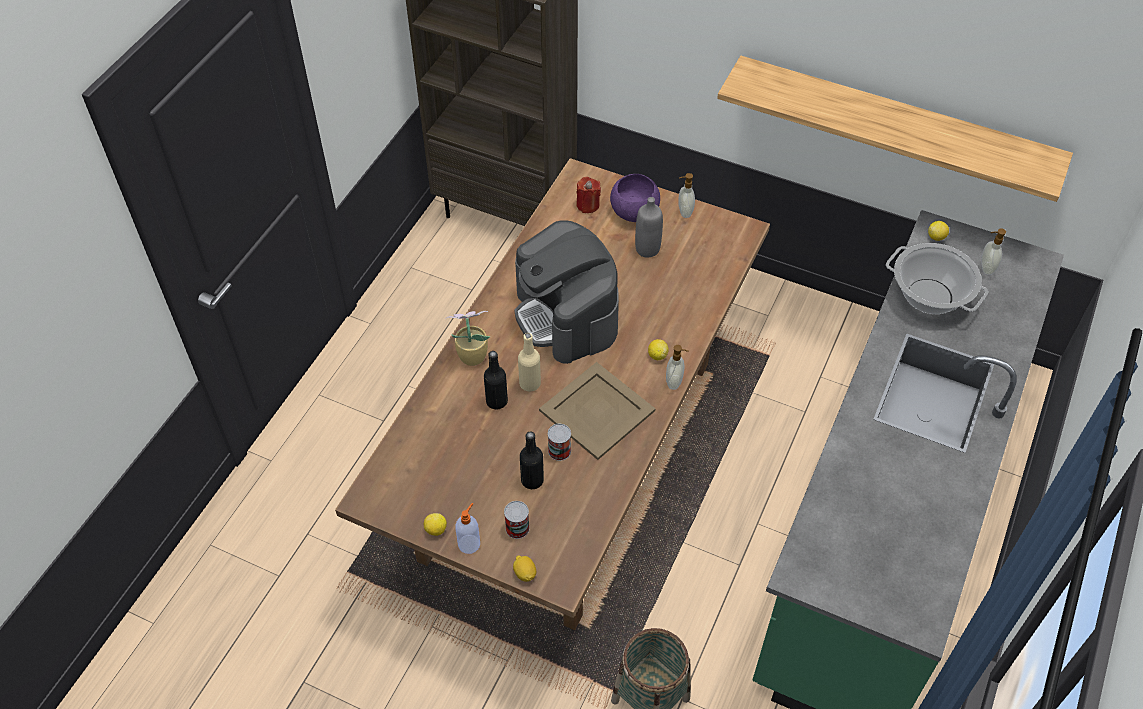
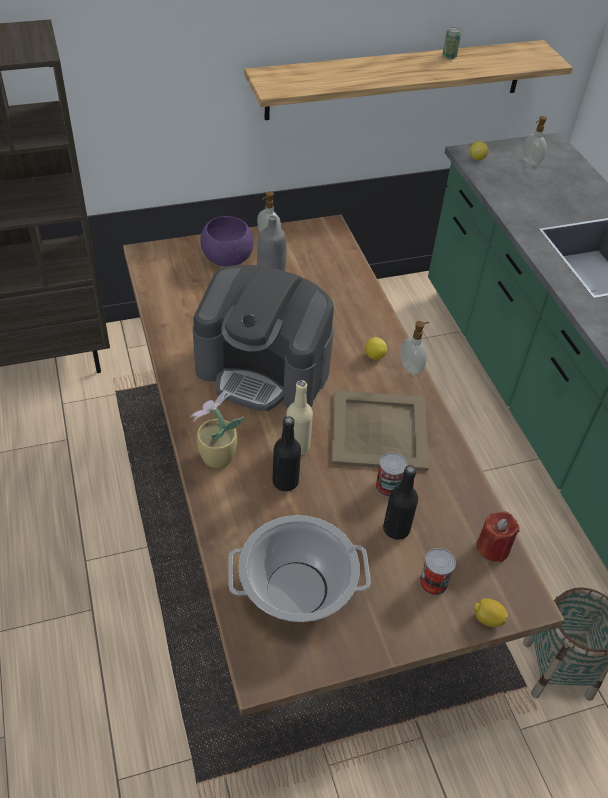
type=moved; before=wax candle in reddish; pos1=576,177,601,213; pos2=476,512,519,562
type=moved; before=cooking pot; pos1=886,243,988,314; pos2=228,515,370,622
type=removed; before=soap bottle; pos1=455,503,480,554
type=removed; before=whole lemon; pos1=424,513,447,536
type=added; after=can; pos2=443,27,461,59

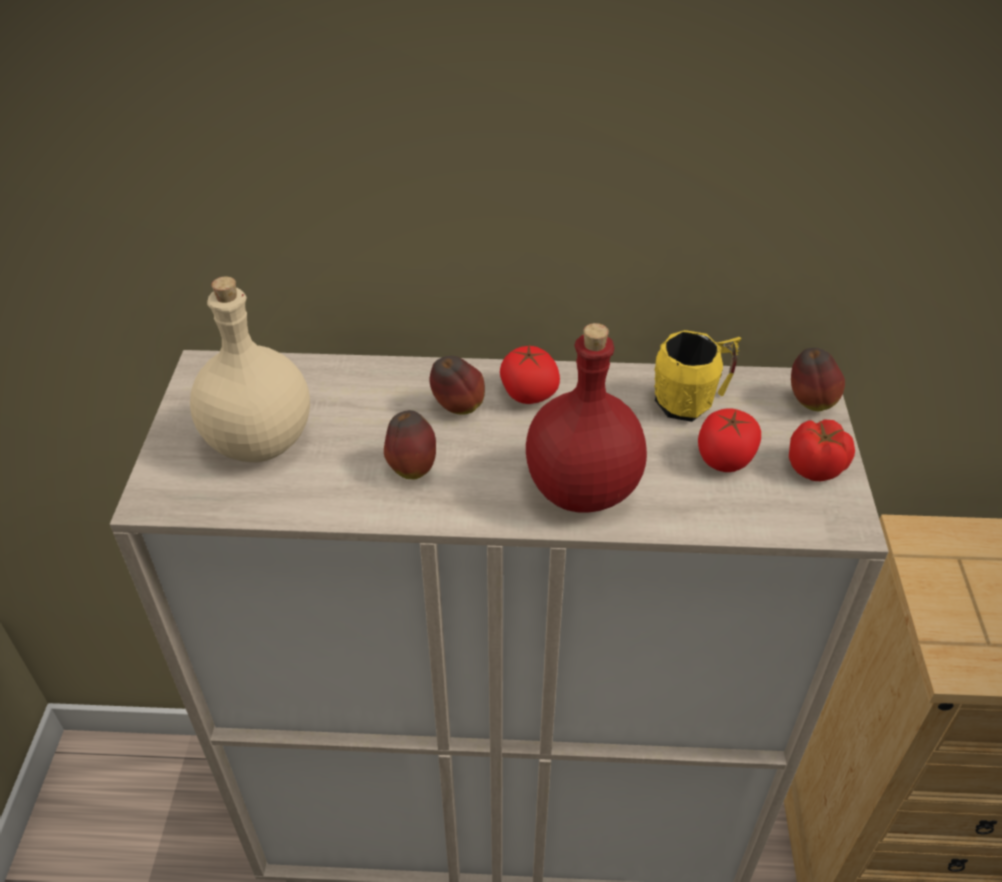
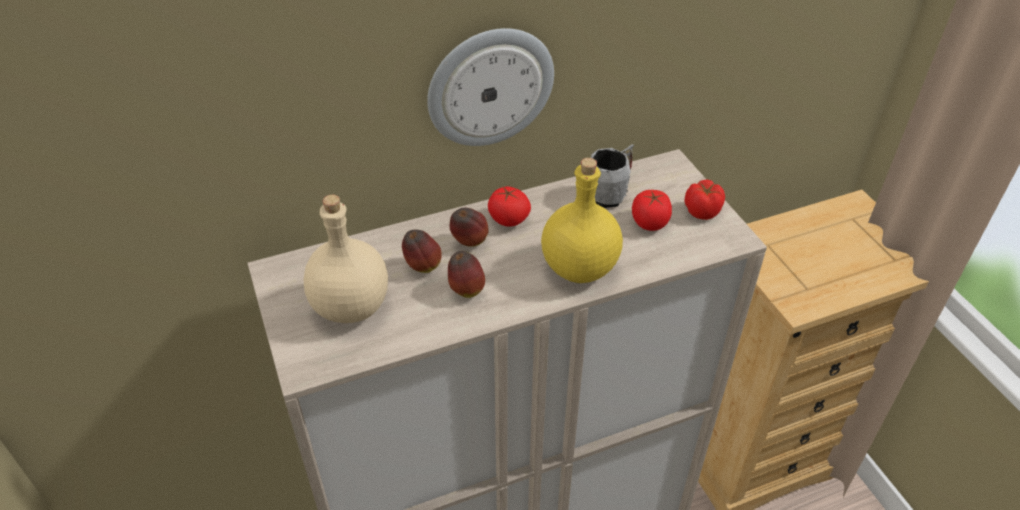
type=recoloured; before=bottle in reddish; after=bottle in yellow-coloured; pos1=526,323,647,513; pos2=541,158,623,283
type=recoloured; before=coffee mug in yellow-coloured; after=coffee mug in greyish; pos1=654,330,742,422; pos2=590,144,634,208
type=moved; before=apple; pos1=791,348,845,411; pos2=402,230,442,273
type=added; after=wall clock; pos2=427,28,554,146

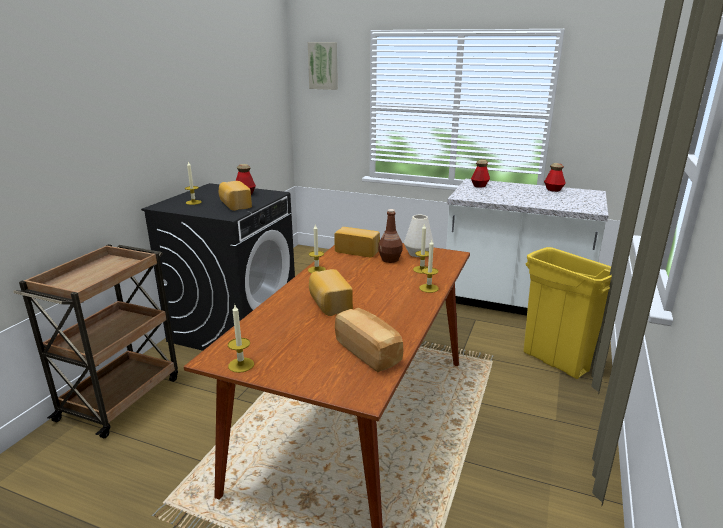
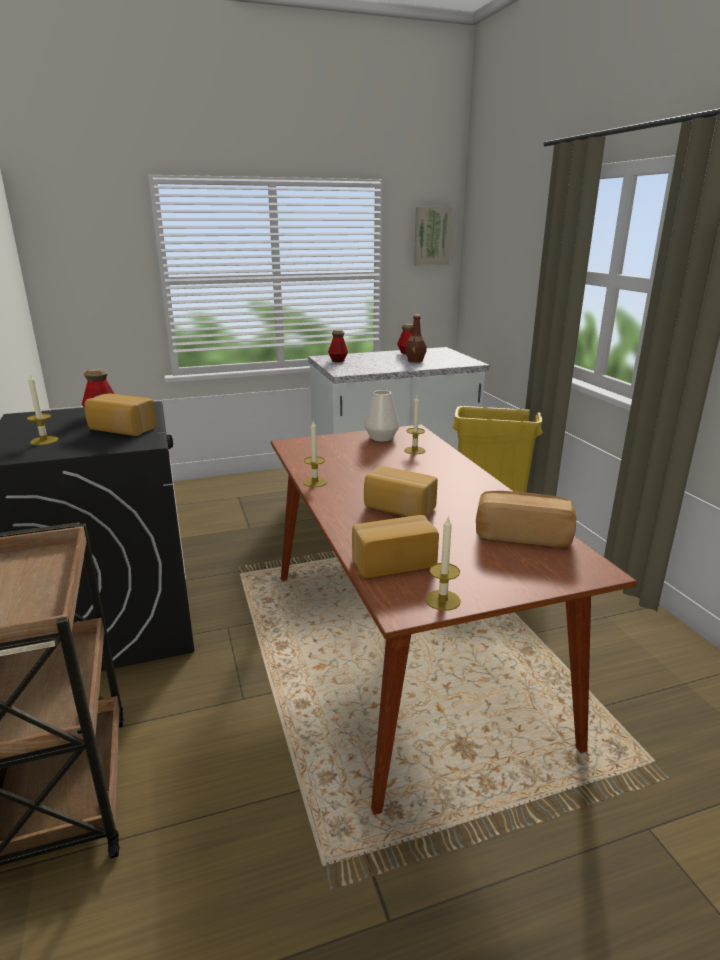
type=moved; before=wall art; pos1=308,42,338,90; pos2=414,207,452,265
type=moved; before=bottle in brownish; pos1=378,209,403,263; pos2=405,314,426,363
type=moved; before=bread; pos1=334,227,380,257; pos2=352,515,439,578
type=removed; before=wax candle; pos1=419,240,439,293

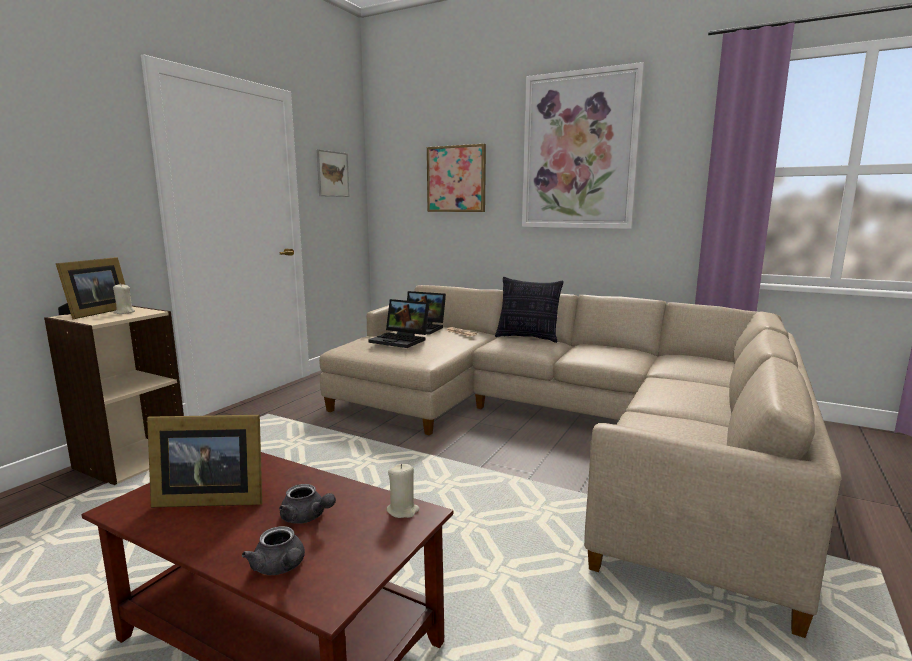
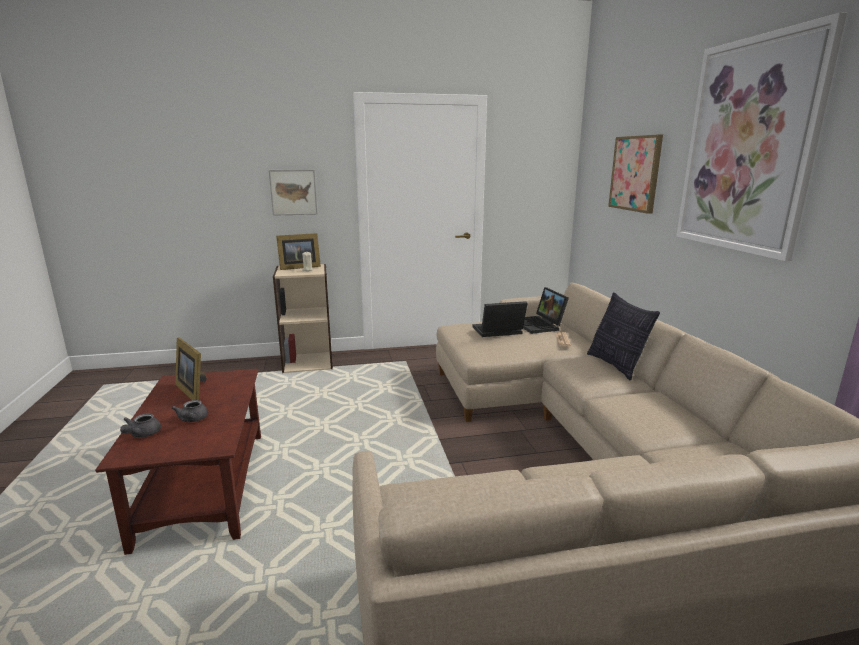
type=moved; before=wall art; pos1=316,149,349,197; pos2=269,170,318,216
type=turned; before=laptop; pos1=368,299,429,348; pos2=472,301,528,337; turn=90
type=removed; before=wax candle in sand-coloured; pos1=386,464,420,518

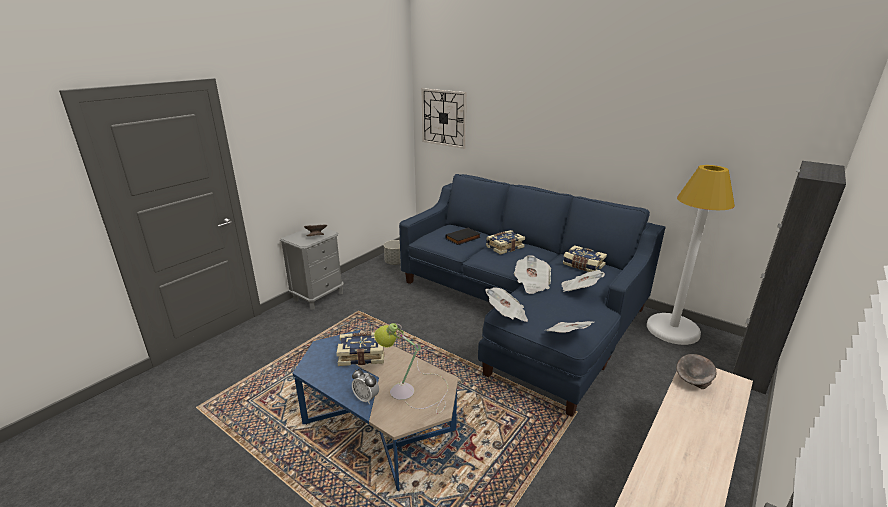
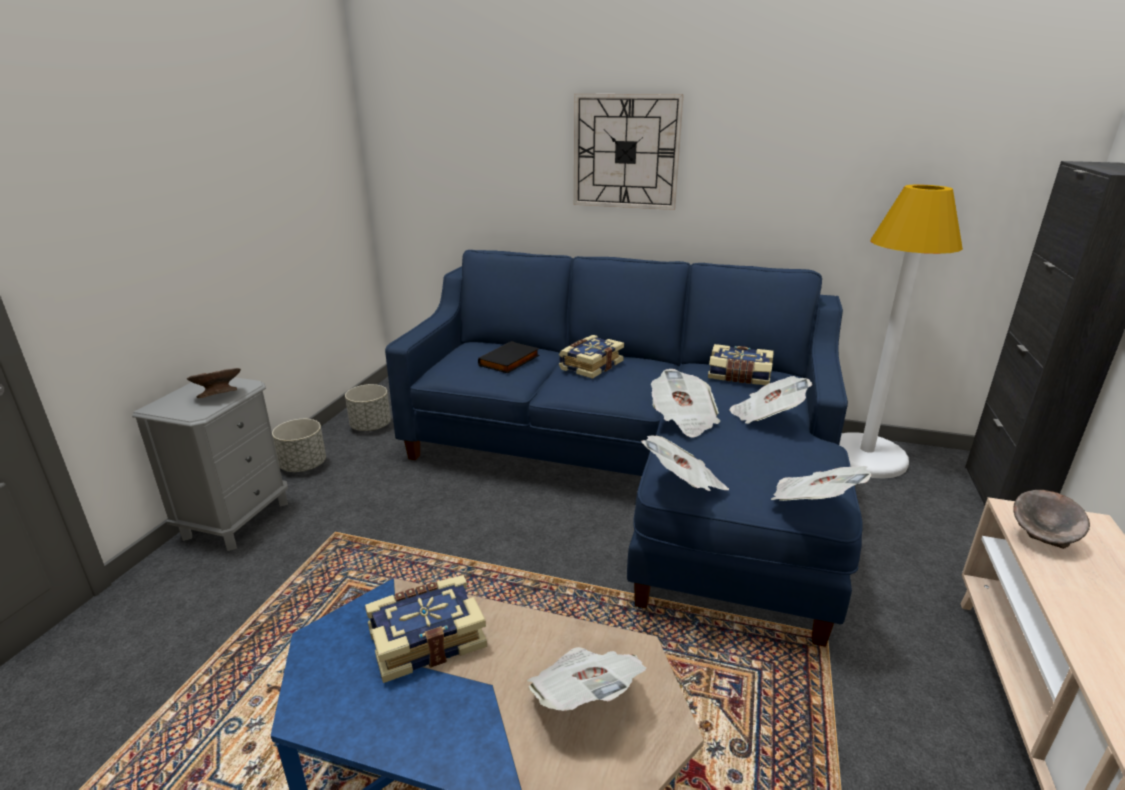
type=moved; before=wall clock; pos1=422,88,467,149; pos2=574,94,684,210
type=replaced; before=lamp for a table; after=printed paper; pos1=374,323,448,414; pos2=527,647,646,711
type=removed; before=bedside clock; pos1=352,368,379,404
type=added; after=plant pot in greyish; pos2=272,419,326,472

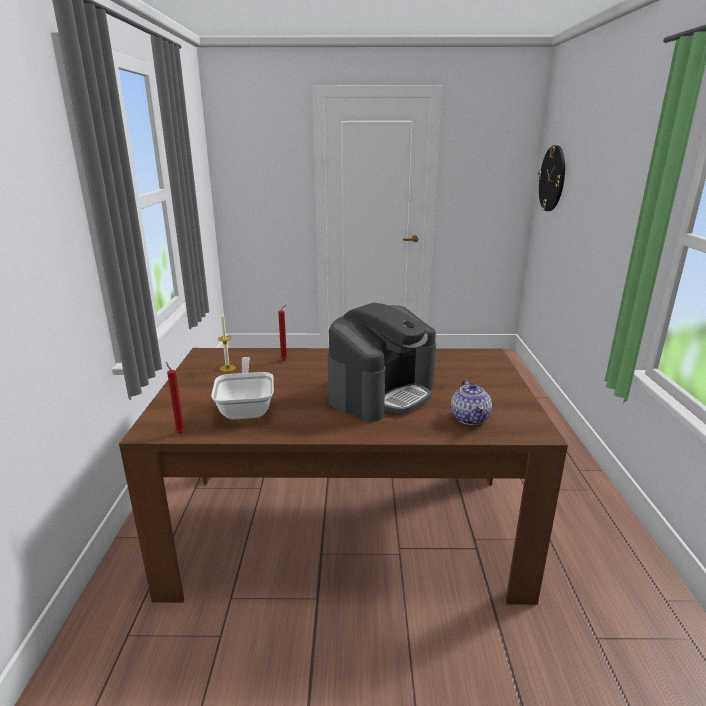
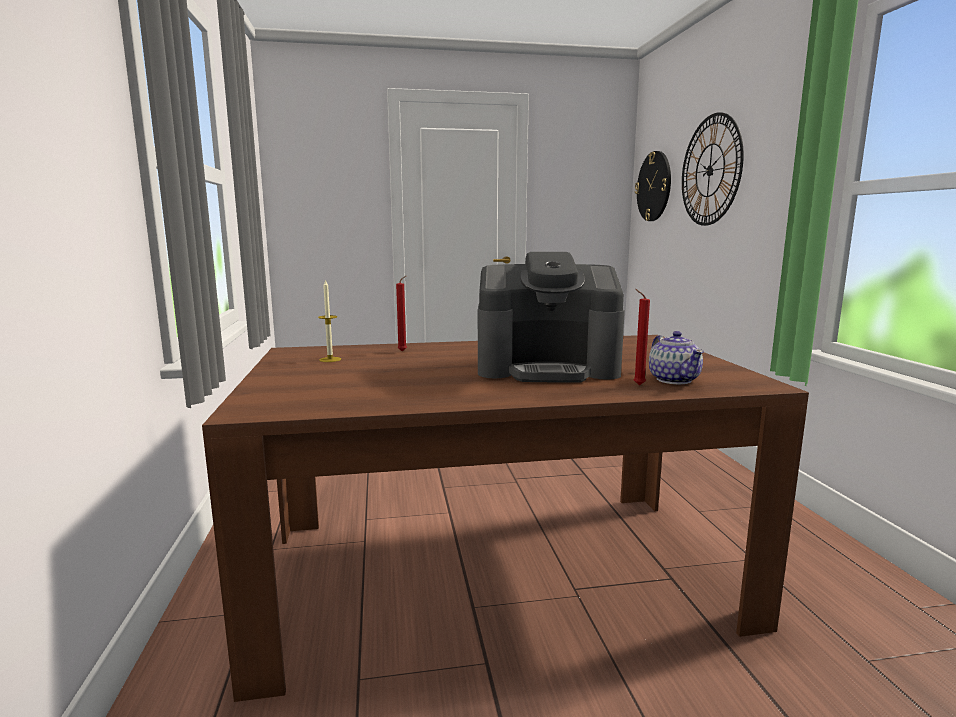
type=turned; before=coffee maker; pos1=328,303,436,422; pos2=478,252,625,383; turn=60
type=removed; before=skillet; pos1=211,357,274,420
type=moved; before=wax candle in reddish; pos1=166,362,185,433; pos2=634,289,650,385
type=added; after=wall clock; pos2=682,112,744,226

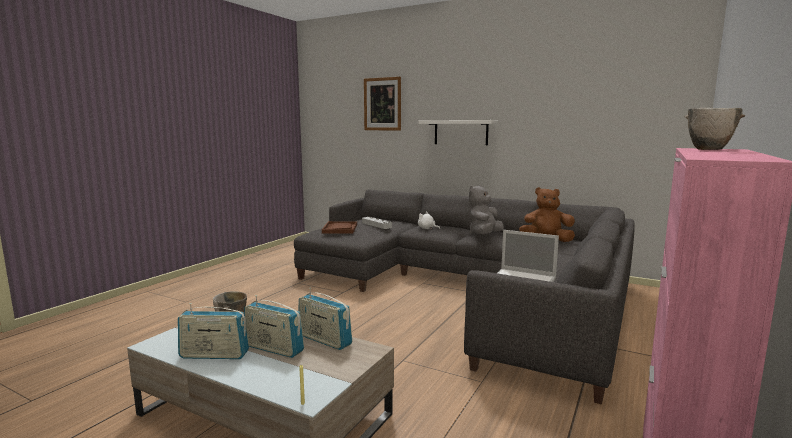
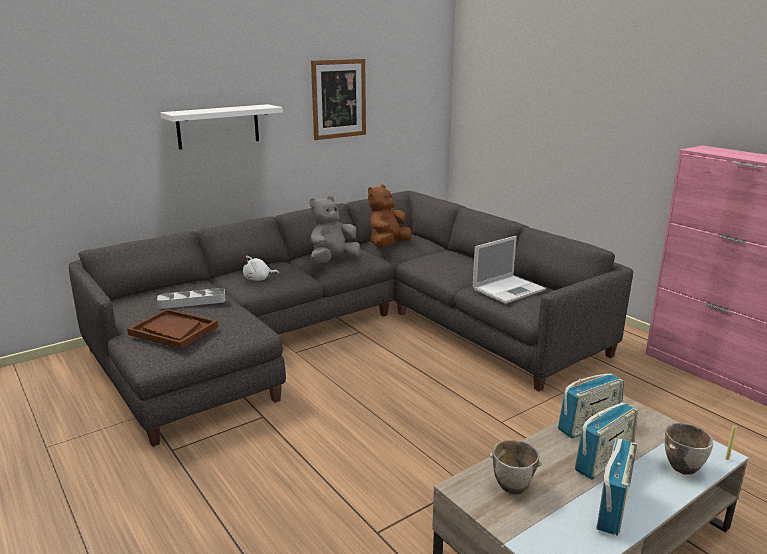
type=moved; before=wall art; pos1=364,77,401,130; pos2=311,59,366,140
type=moved; before=bowl; pos1=684,108,746,150; pos2=665,423,713,475
type=turned; before=cuddly toy in greyish; pos1=469,185,504,235; pos2=309,196,361,264; turn=75

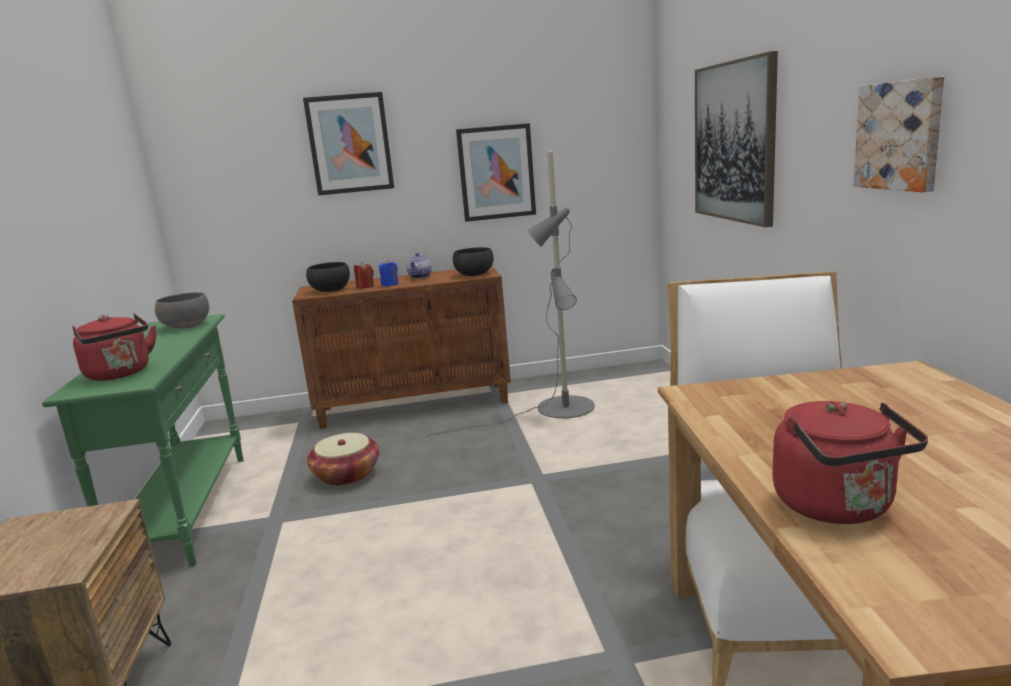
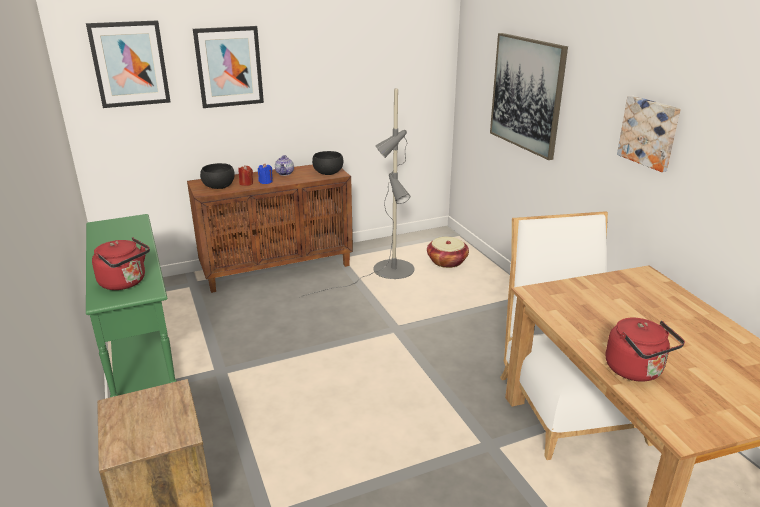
type=moved; before=wall art; pos1=456,123,536,222; pos2=86,20,171,108
type=removed; before=bowl in greyish; pos1=155,292,209,328
type=moved; before=storage basket; pos1=307,433,379,486; pos2=427,237,469,268

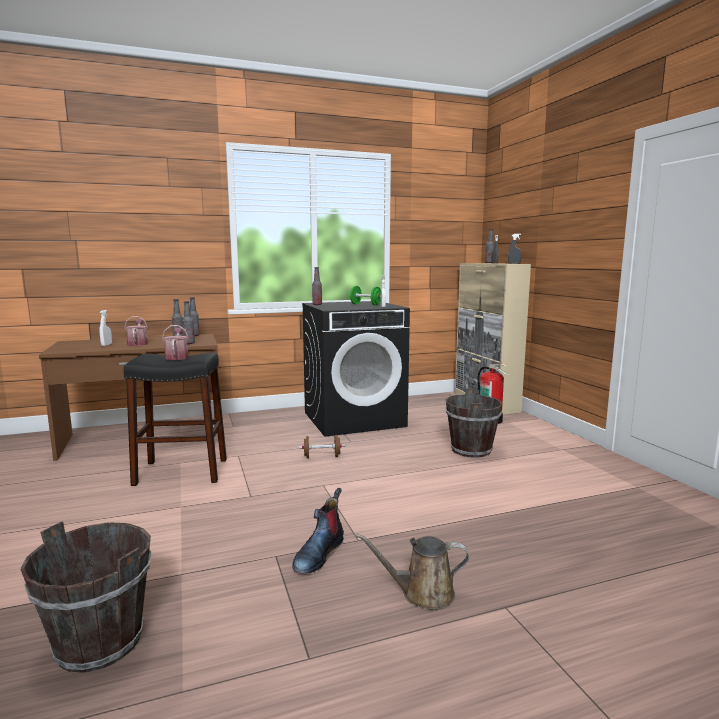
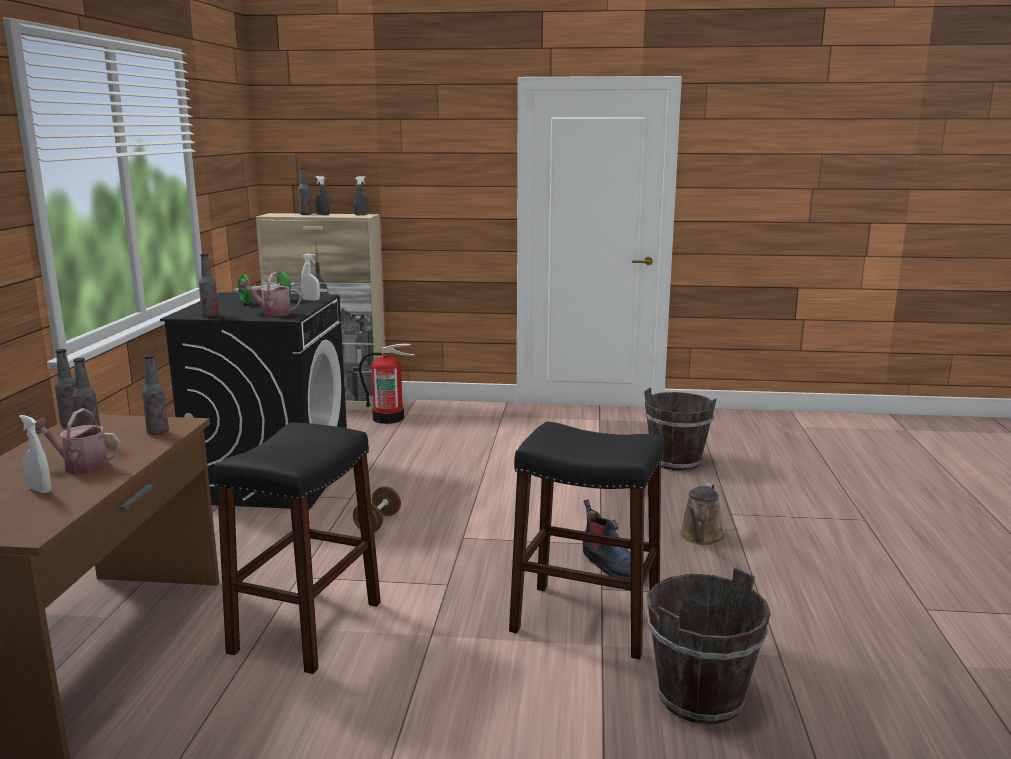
type=moved; before=sprinkling can; pos1=162,325,189,360; pos2=239,272,302,317
type=moved; before=bucket in brownish; pos1=445,388,502,458; pos2=644,388,717,471
type=added; after=stool in black; pos2=509,422,664,659

